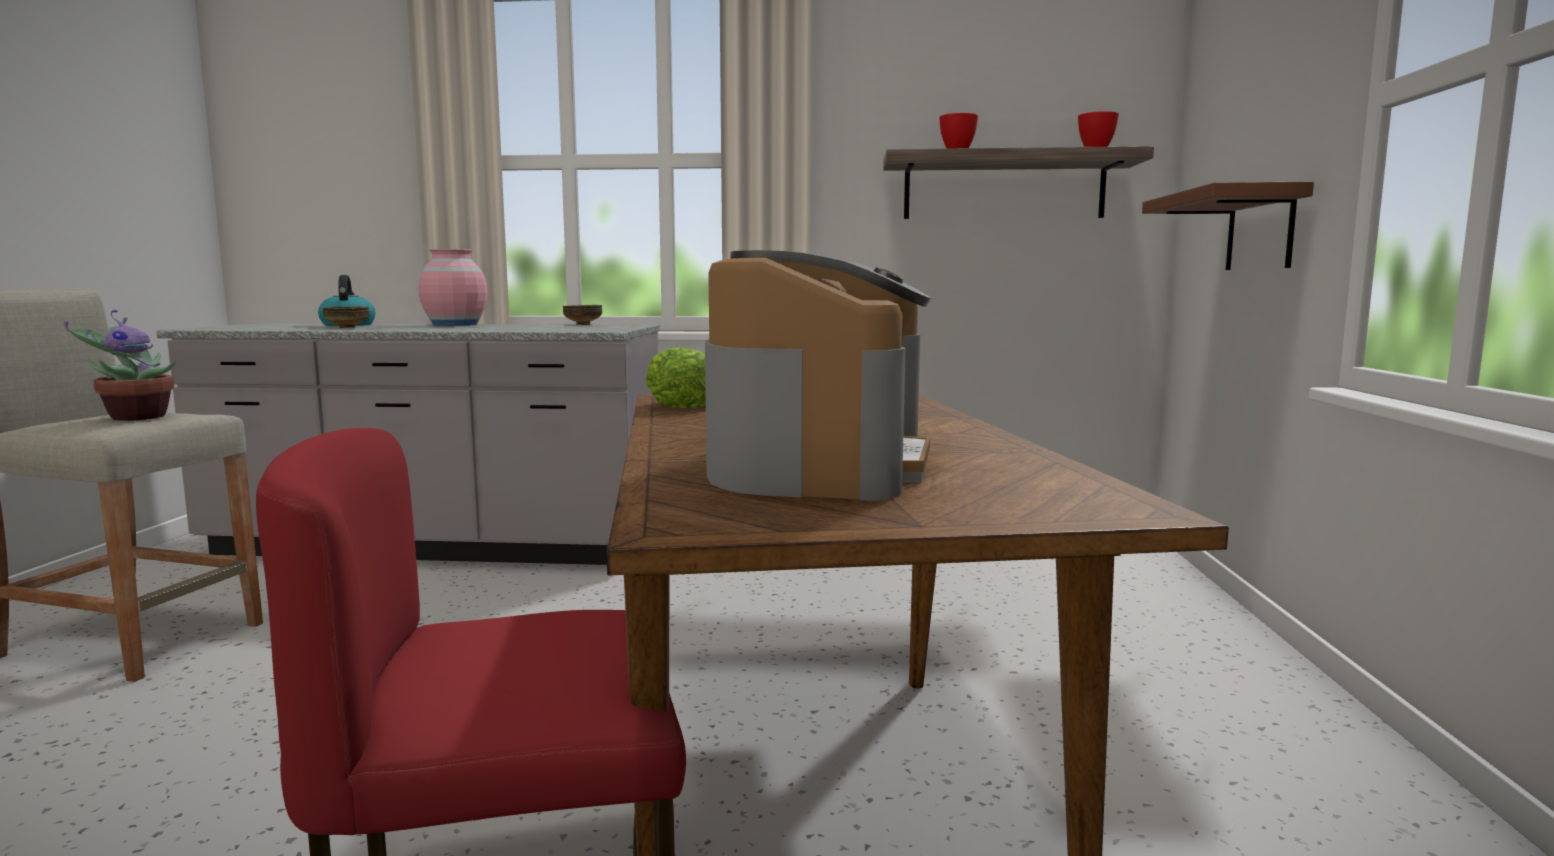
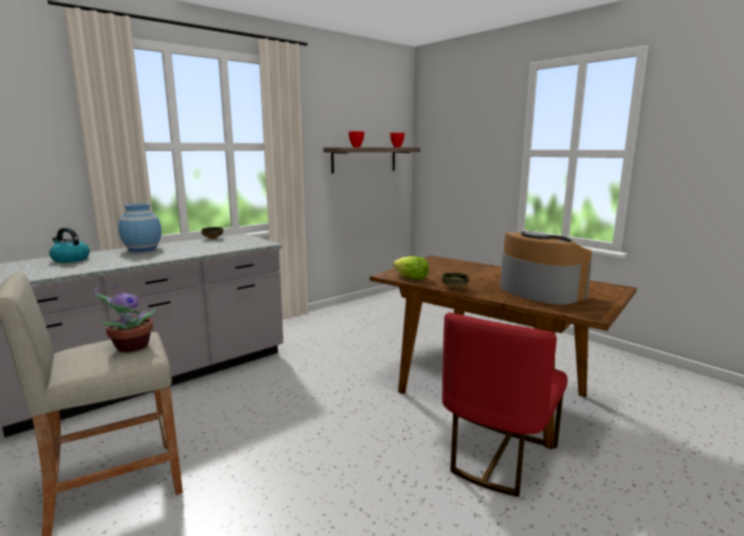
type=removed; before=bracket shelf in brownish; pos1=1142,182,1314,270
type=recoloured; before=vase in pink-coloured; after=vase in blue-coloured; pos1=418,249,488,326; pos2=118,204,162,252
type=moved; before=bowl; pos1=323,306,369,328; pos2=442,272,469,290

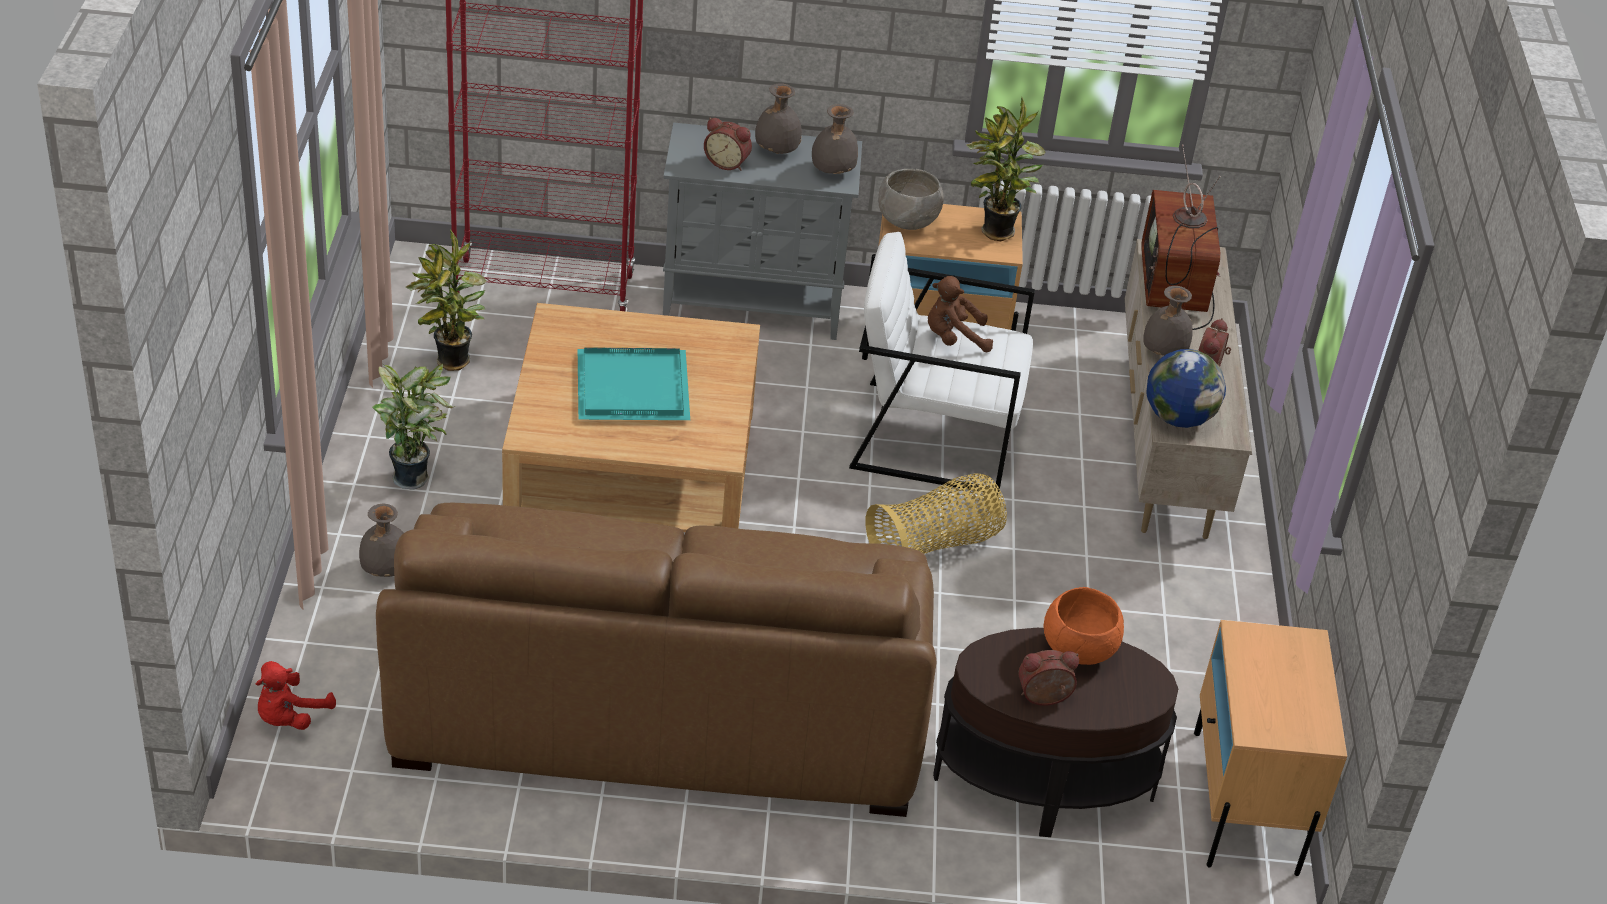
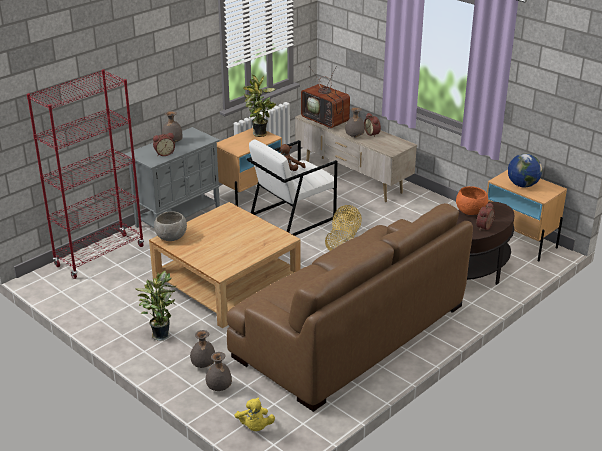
type=moved; before=vase in greyish; pos1=812,104,858,174; pos2=206,352,232,391
type=moved; before=bowl in greyish; pos1=878,169,943,230; pos2=154,211,187,241
type=removed; before=potted plant; pos1=406,230,486,371
type=removed; before=serving tray in blue-green; pos1=578,347,690,420
type=moved; before=world globe; pos1=1146,349,1226,428; pos2=508,154,542,187
type=recoloured; before=cuddly toy in reddish; after=cuddly toy in yellow-coloured; pos1=256,661,336,730; pos2=234,398,275,431

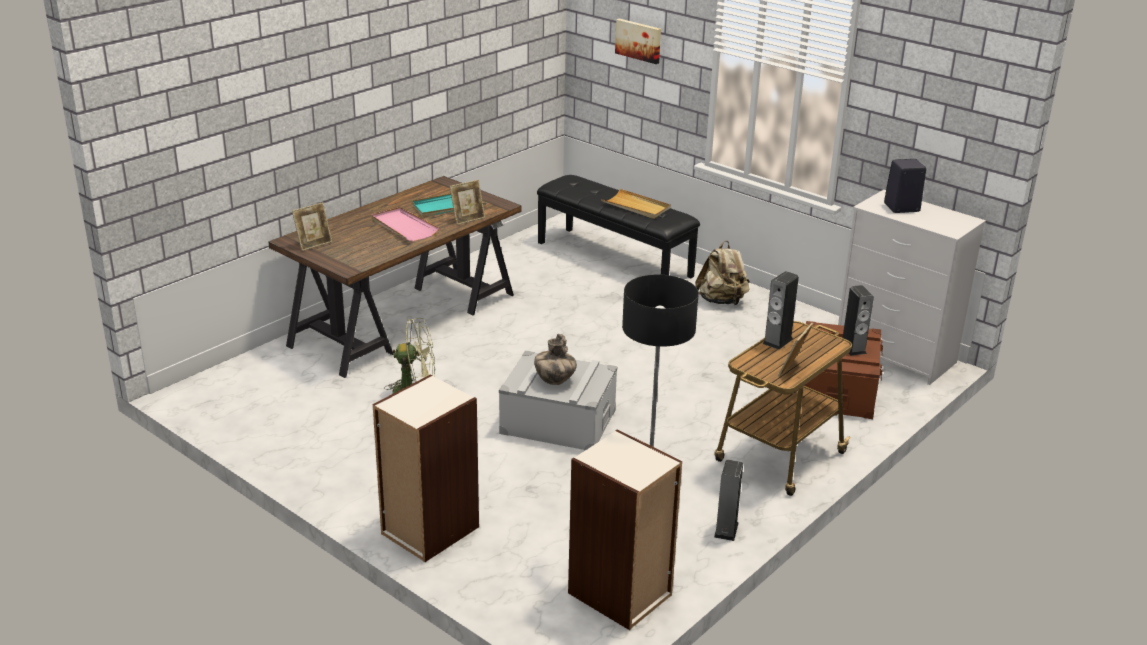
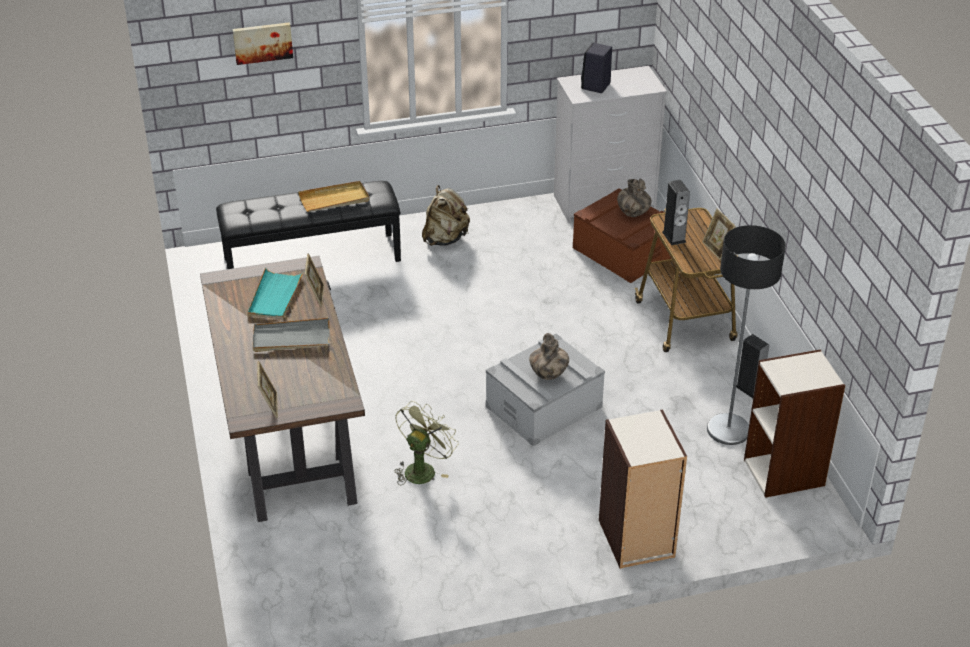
type=recoloured; before=serving tray in pink-coloured; after=serving tray in greyish; pos1=371,207,439,241; pos2=253,318,329,352
type=replaced; before=speaker; after=vase; pos1=843,285,874,356; pos2=617,179,652,217

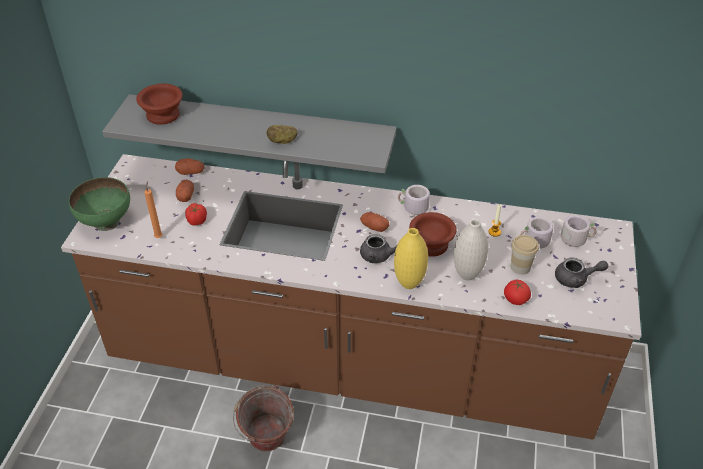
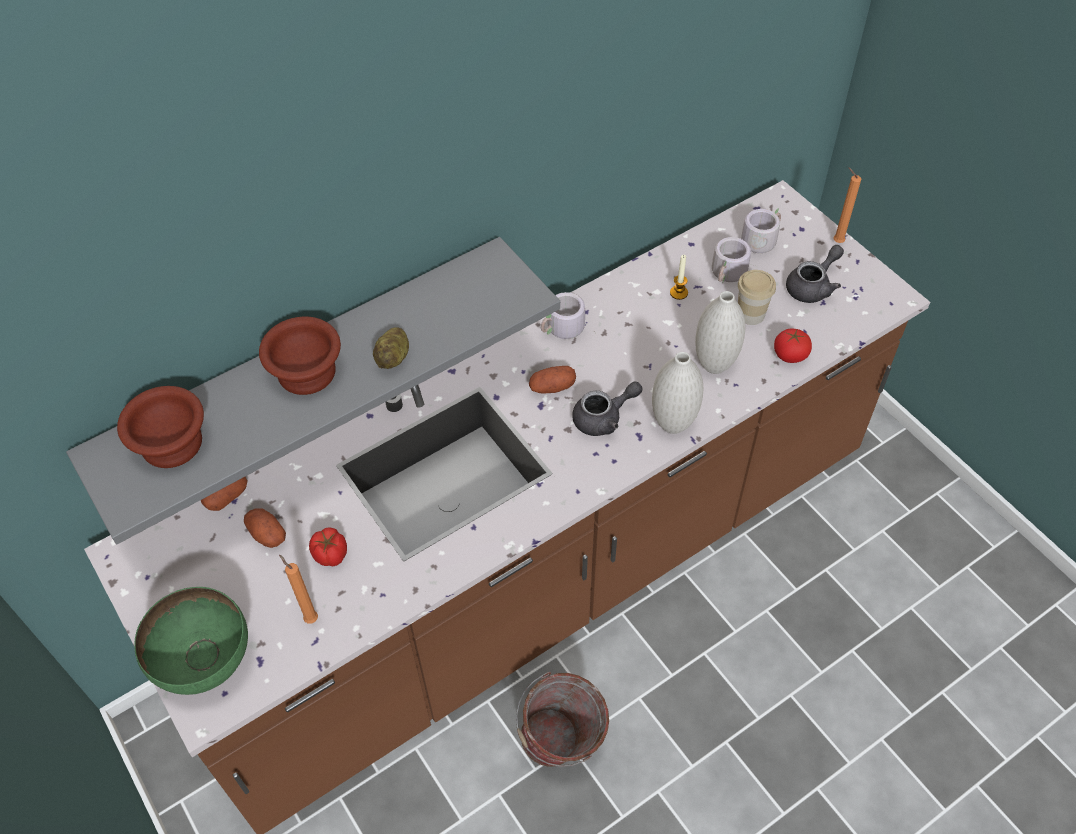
type=moved; before=bowl in brownish; pos1=409,212,456,257; pos2=259,317,341,395
type=recoloured; before=vase in yellow-coloured; after=vase in whitish; pos1=394,228,428,289; pos2=652,352,703,434
type=added; after=wax candle in orange; pos2=833,167,861,243

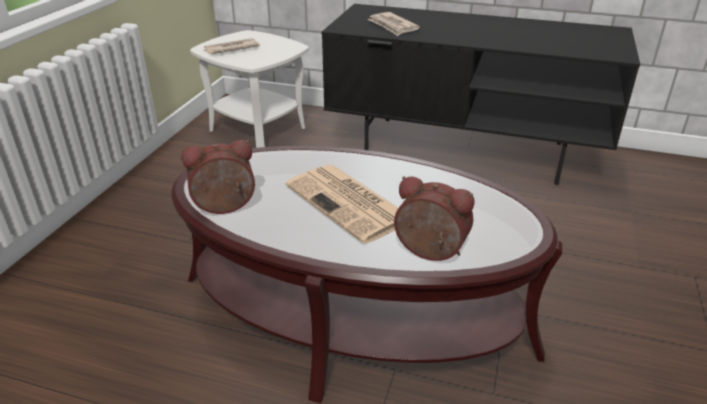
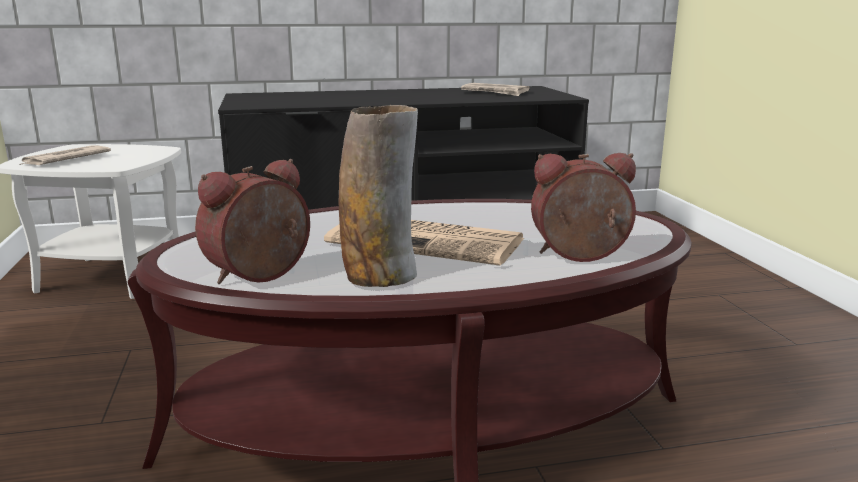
type=moved; before=printed paper; pos1=367,12,420,36; pos2=461,83,530,96
type=added; after=vase; pos2=339,105,418,287

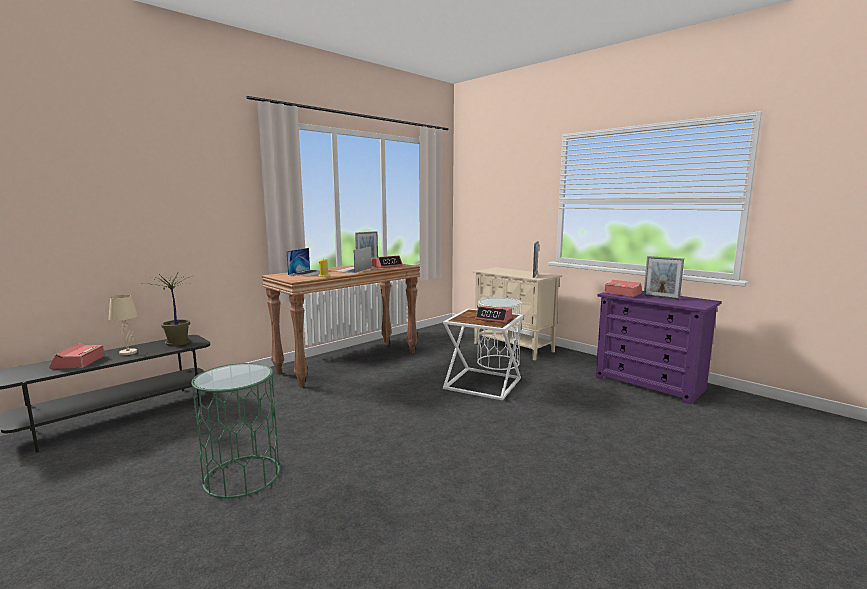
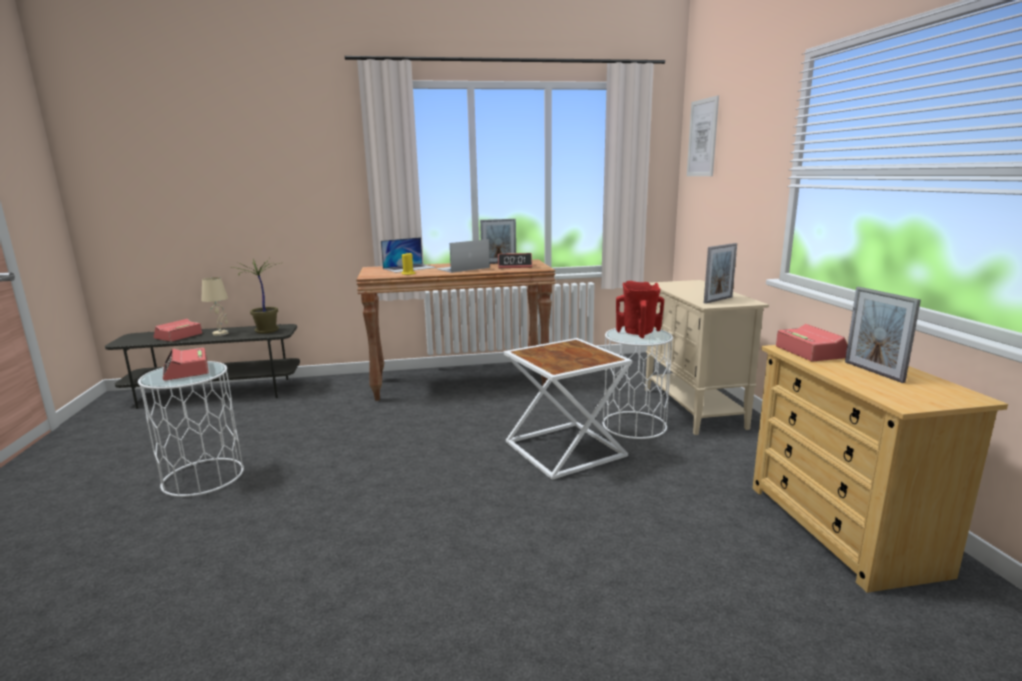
type=recoloured; before=drawer chest in purple; after=drawer chest in sand-coloured; pos1=596,291,722,405; pos2=752,343,1008,593
type=moved; before=bedside clock; pos1=476,306,512,323; pos2=163,348,209,380
type=recoloured; before=accent table in green-coloured; after=accent table in whitish; pos1=191,363,280,498; pos2=138,361,244,497
type=added; after=wall art; pos2=687,95,719,176
type=added; after=vase in reddish; pos2=616,281,664,338

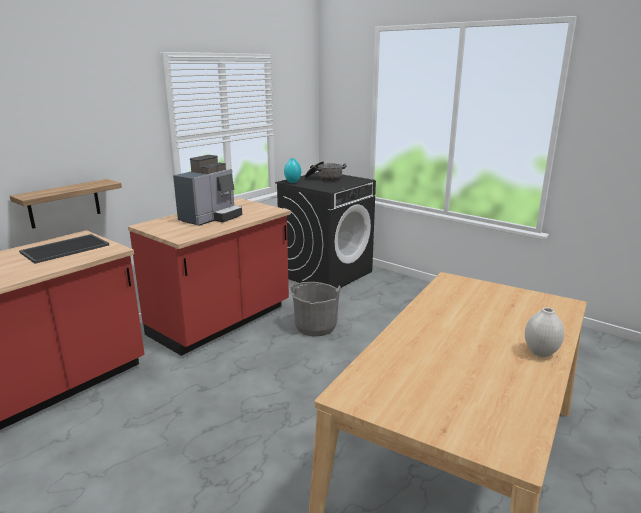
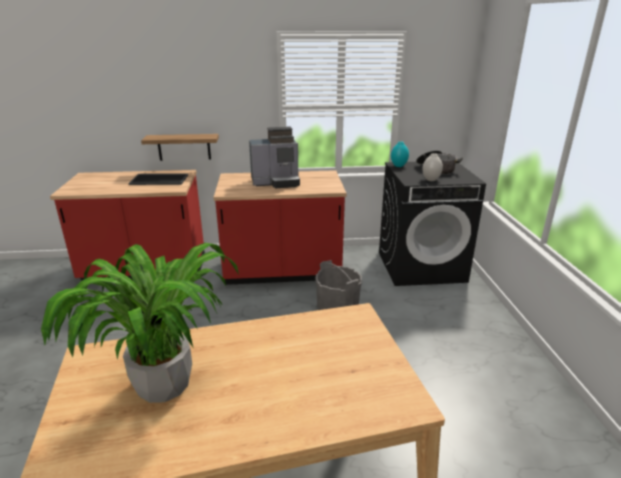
type=moved; before=vase in whitish; pos1=525,307,565,357; pos2=422,153,443,181
type=added; after=potted plant; pos2=41,243,239,403

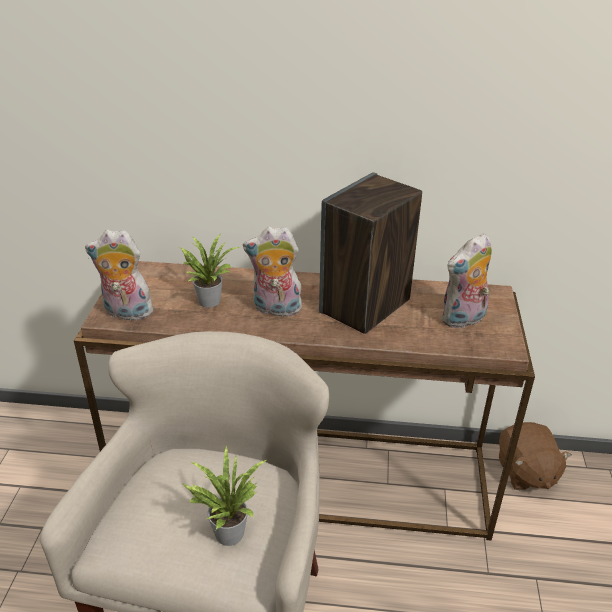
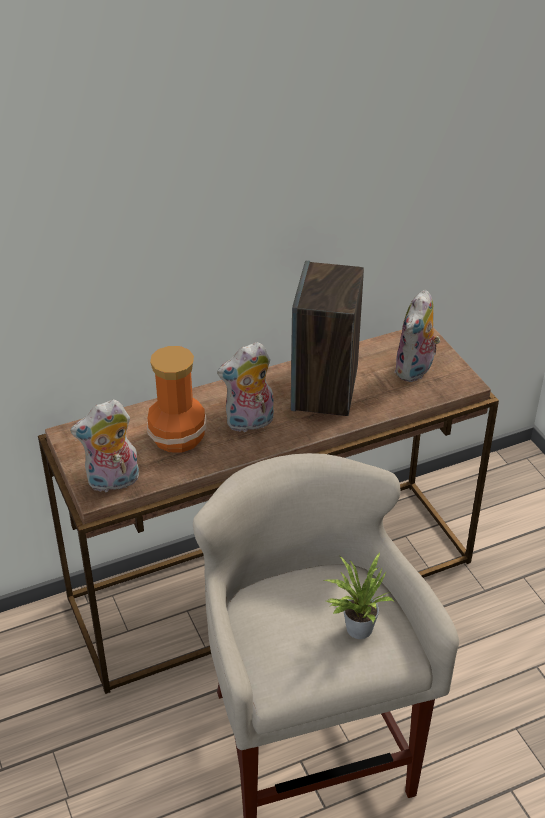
type=replaced; before=potted plant; after=vase; pos1=179,234,240,308; pos2=147,346,207,453
type=removed; before=cuddly toy in brownish; pos1=499,422,572,490

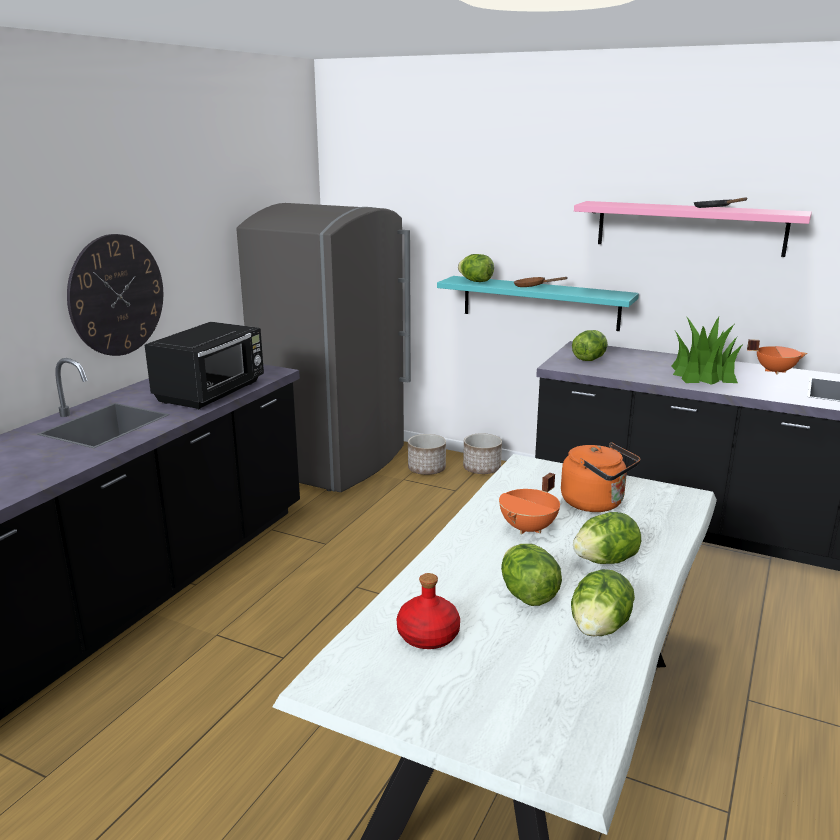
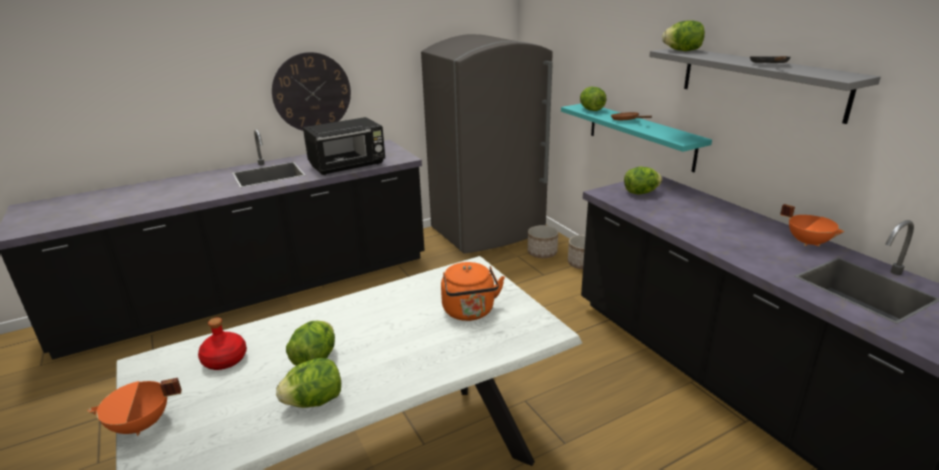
type=recoloured; before=bracket shelf in pink-coloured; after=bracket shelf in greyish; pos1=574,201,812,257; pos2=649,48,881,124
type=removed; before=potted plant; pos1=671,316,743,385
type=moved; before=cooking pot in orange; pos1=499,473,560,535; pos2=87,378,182,436
type=moved; before=lettuce; pos1=573,512,641,564; pos2=662,20,705,51

